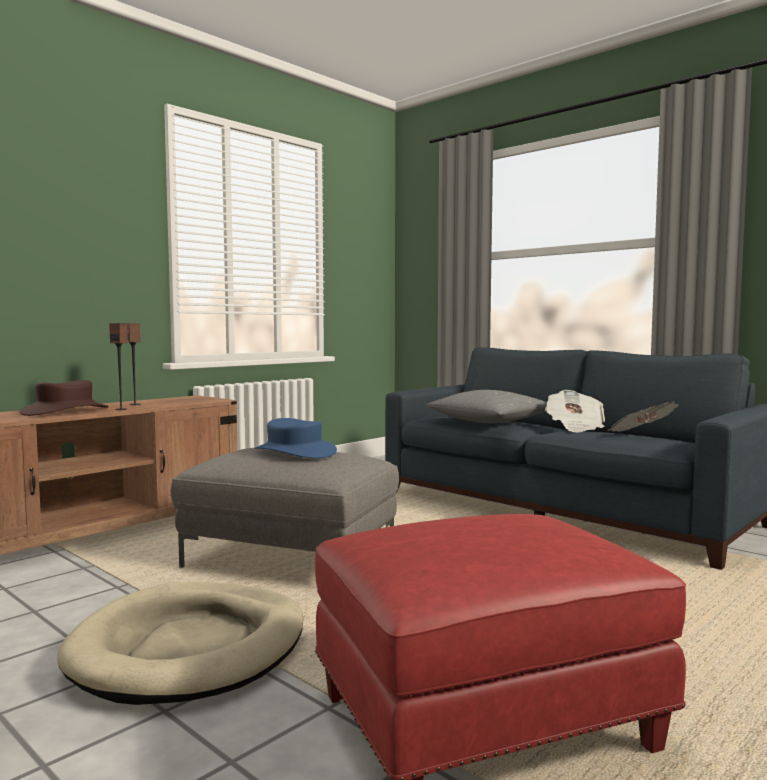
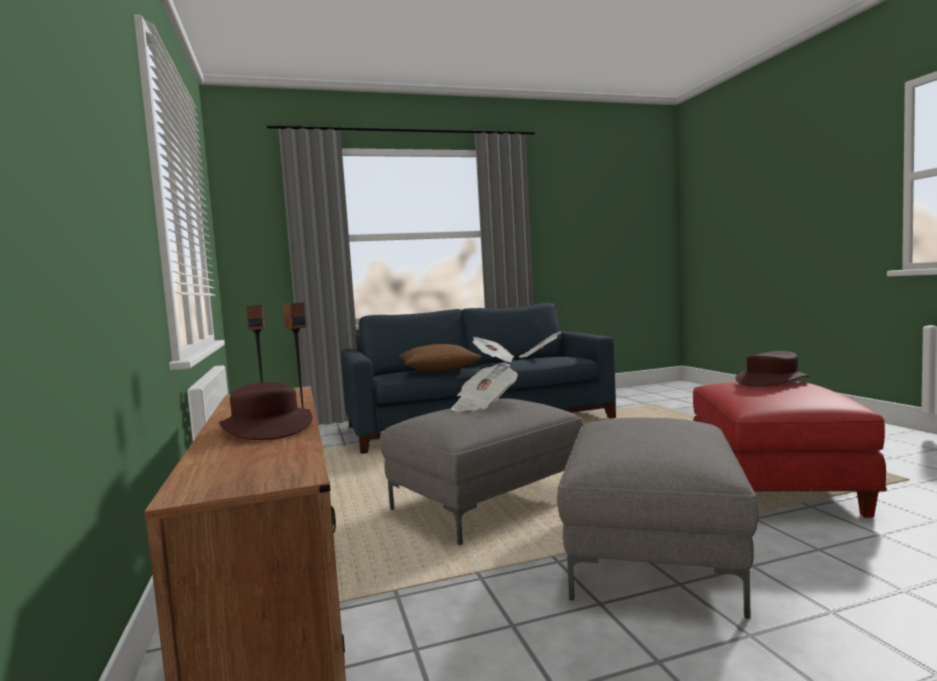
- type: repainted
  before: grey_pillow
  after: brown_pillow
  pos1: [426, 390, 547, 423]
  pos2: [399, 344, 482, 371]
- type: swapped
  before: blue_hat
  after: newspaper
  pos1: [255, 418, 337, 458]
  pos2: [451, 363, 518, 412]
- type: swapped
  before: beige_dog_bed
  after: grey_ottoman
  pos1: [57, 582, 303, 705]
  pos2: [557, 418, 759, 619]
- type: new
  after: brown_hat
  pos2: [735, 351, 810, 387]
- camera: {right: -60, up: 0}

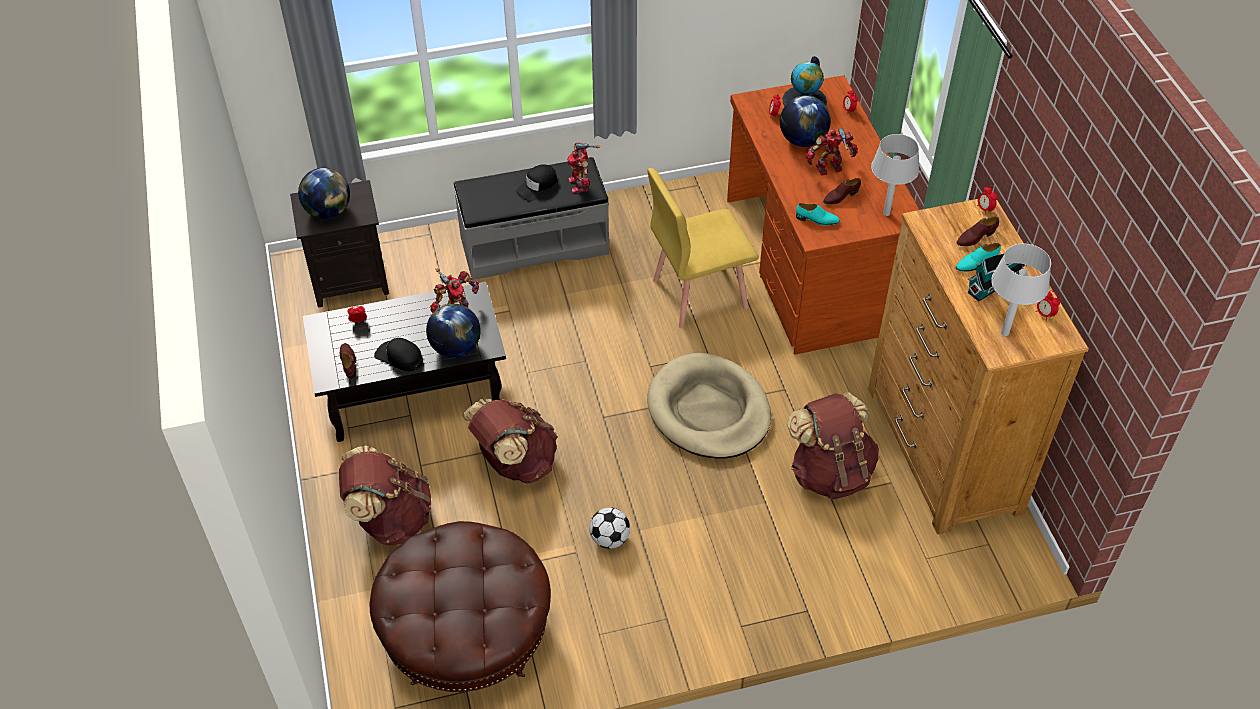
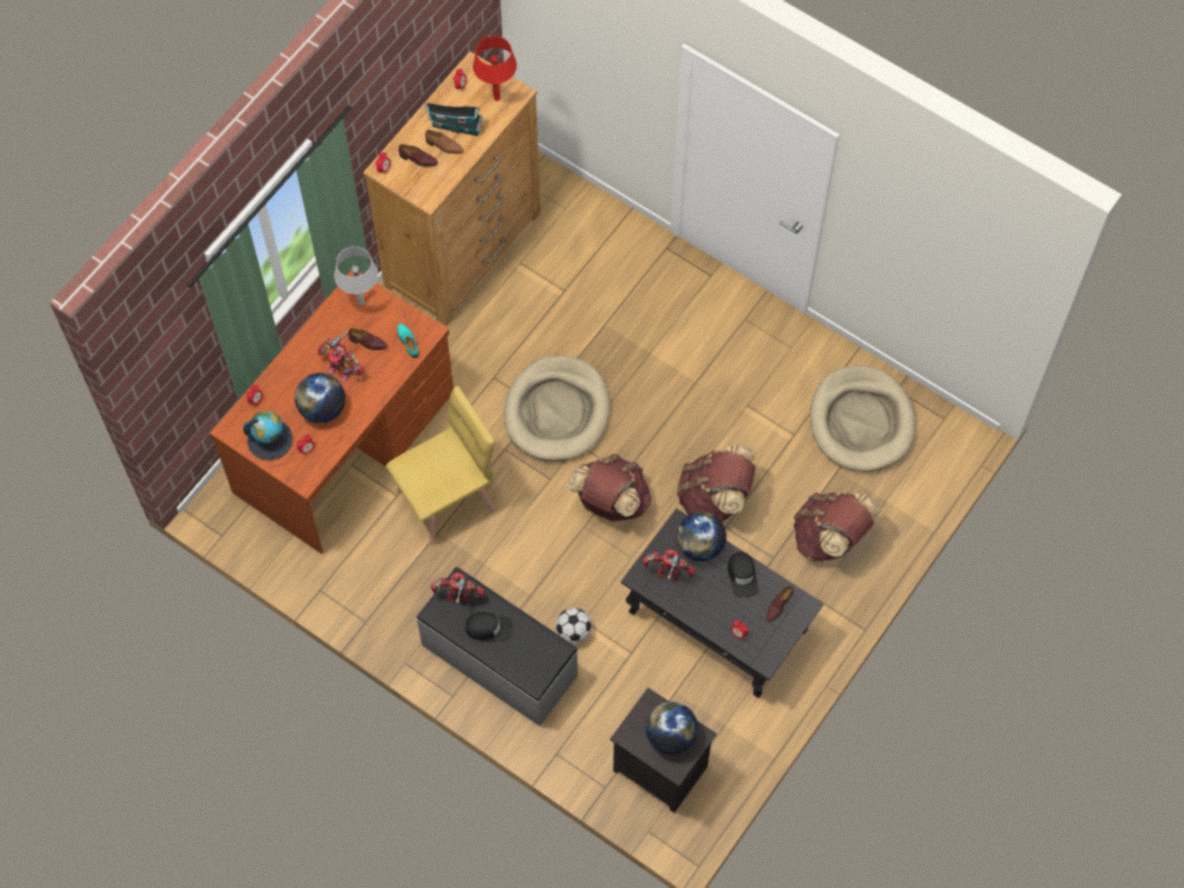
- type: rotated
  before: toy_robot
  pos1: [568, 142, 600, 193]
  pos2: [430, 573, 485, 604]
  turn: -120
- type: rotated
  before: yellow_chair
  pos1: [647, 168, 759, 329]
  pos2: [386, 386, 495, 545]
  turn: -60
- type: repainted
  before: turquoise_shoe
  after: brown_shoe
  pos1: [956, 243, 1001, 272]
  pos2: [425, 130, 463, 154]
- type: repainted
  before: grey_table_lamp
  after: red_table_lamp
  pos1: [991, 243, 1051, 336]
  pos2: [473, 36, 517, 101]
- type: shifted
  before: brown_backpack
  pos1: [788, 392, 879, 499]
  pos2: [567, 454, 652, 521]
- type: shifted
  before: football
  pos1: [589, 507, 630, 549]
  pos2: [556, 608, 592, 644]
- type: swapped
  before: brown_ottoman
  after: beige_dog_bed
  pos1: [369, 521, 551, 692]
  pos2: [810, 365, 916, 472]
- camera: {right: -130, up: 15}

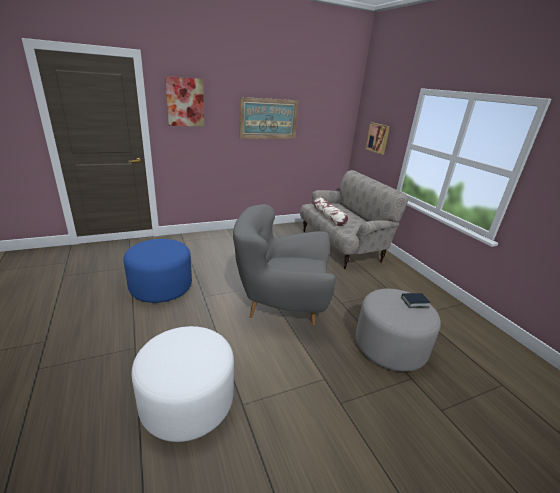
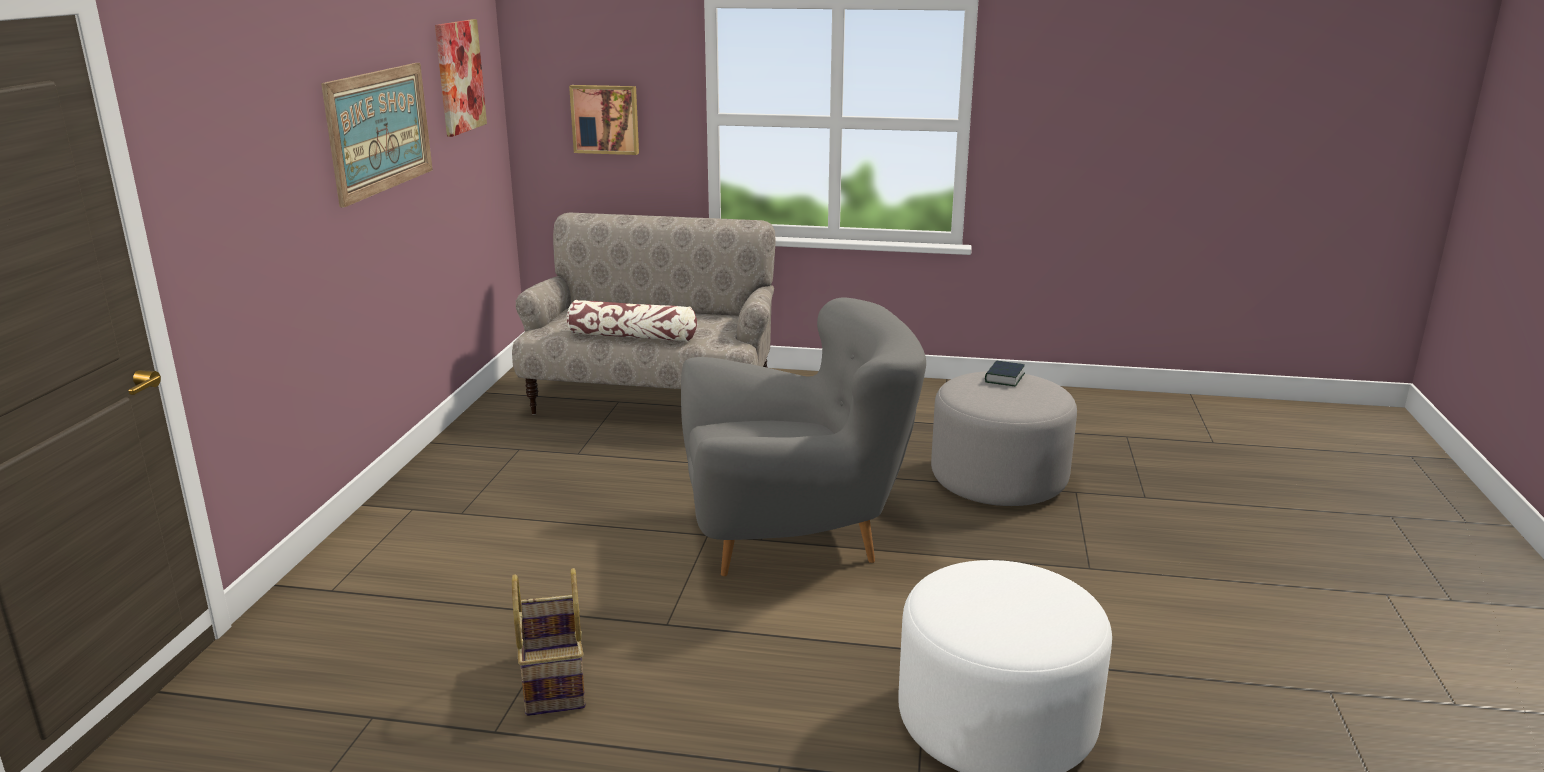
- type: shifted
  before: picture
  pos1: [165, 76, 204, 126]
  pos2: [435, 19, 487, 137]
- type: rotated
  before: grey_armchair
  pos1: [233, 204, 336, 326]
  pos2: [681, 297, 926, 576]
  turn: -135
- type: swapped
  before: blue_ottoman
  after: basket
  pos1: [123, 239, 192, 303]
  pos2: [512, 568, 586, 716]
- camera: {right: -55, up: -5}

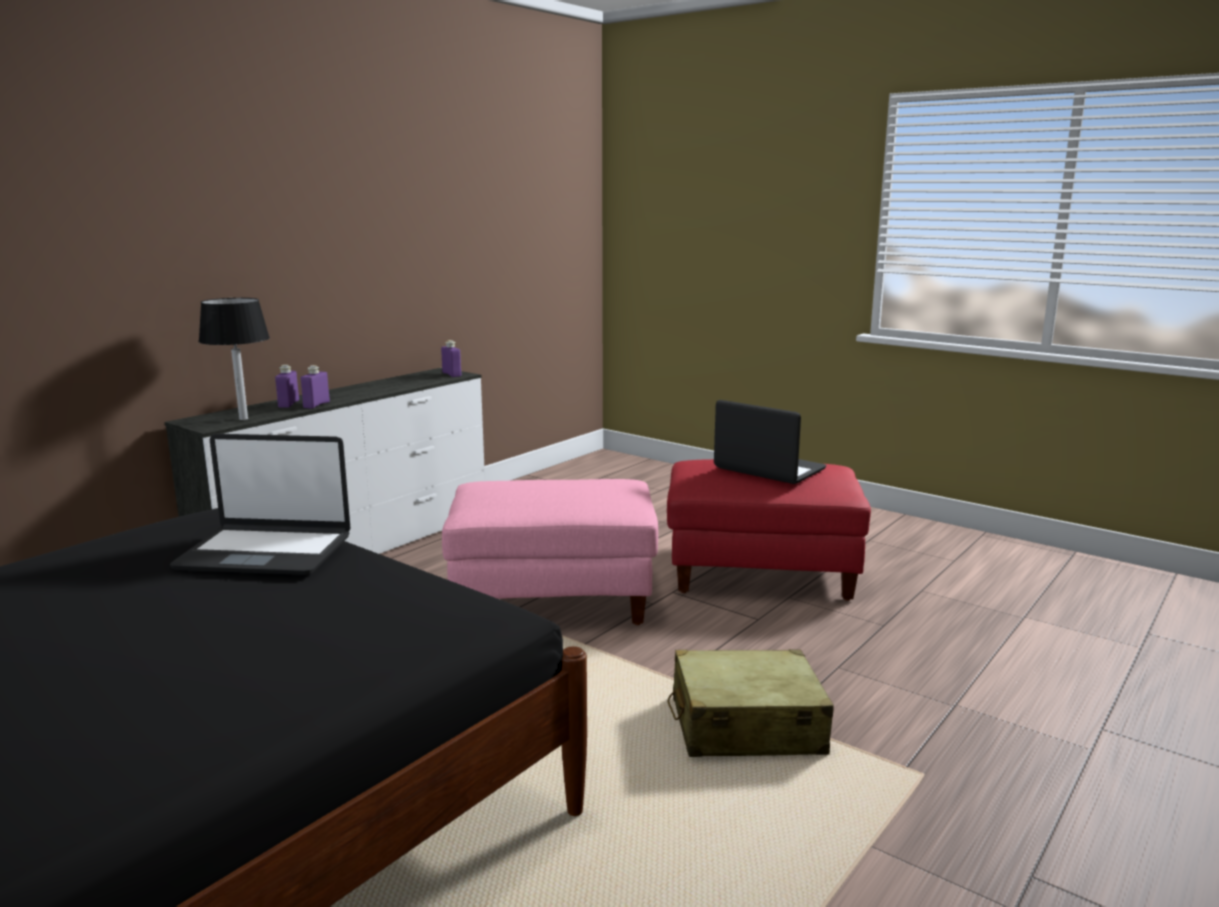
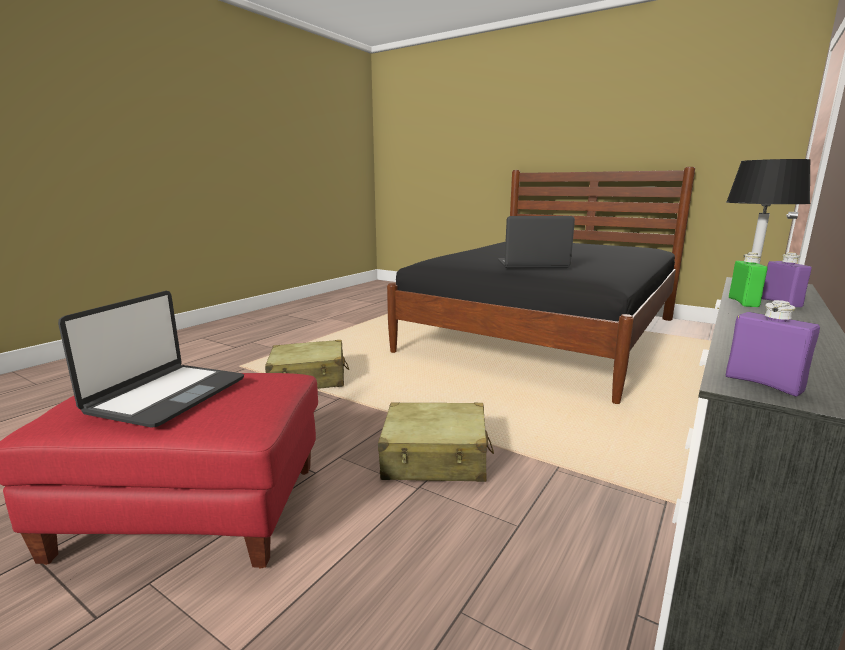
- type: repainted
  before: purple_bottle
  after: green_bottle
  pos1: [301, 365, 330, 409]
  pos2: [729, 252, 768, 307]
- type: rotated
  before: laptop
  pos1: [714, 400, 826, 484]
  pos2: [58, 291, 244, 428]
  turn: -105
- type: swapped
  before: pink_ottoman
  after: beige_suitcase
  pos1: [442, 479, 658, 625]
  pos2: [378, 403, 494, 482]
- camera: {right: 175, up: 0}

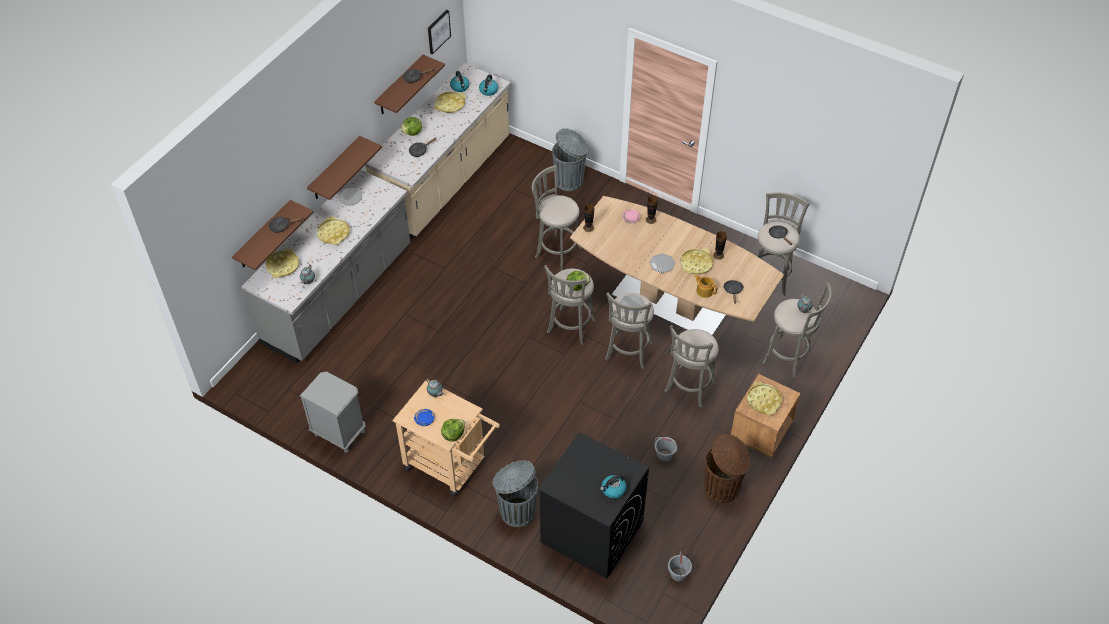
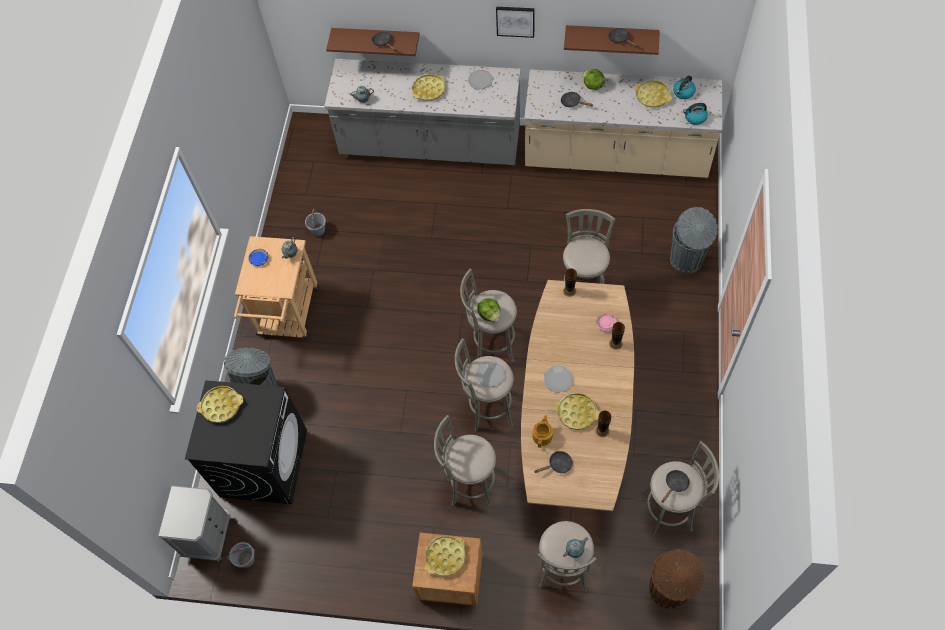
- type: shifted
  before: picture
  pos1: [428, 10, 451, 55]
  pos2: [496, 7, 535, 38]
- type: gone
  before: brown_shelf
  pos1: [307, 136, 382, 200]
- type: shifted
  before: yellow_tray
  pos1: [266, 248, 299, 278]
  pos2: [197, 386, 243, 423]
- type: shifted
  before: grey_nightstand
  pos1: [300, 371, 366, 453]
  pos2: [159, 485, 231, 561]
- type: gone
  before: lettuce
  pos1: [441, 419, 465, 442]
- type: shifted
  before: brown_trash_can
  pos1: [704, 434, 750, 503]
  pos2: [649, 549, 705, 609]
- type: shifted
  before: grey_bucket
  pos1: [654, 437, 678, 462]
  pos2: [305, 209, 326, 237]
- type: gone
  before: kettle
  pos1: [600, 474, 627, 499]
- camera: {right: 70, up: 10}

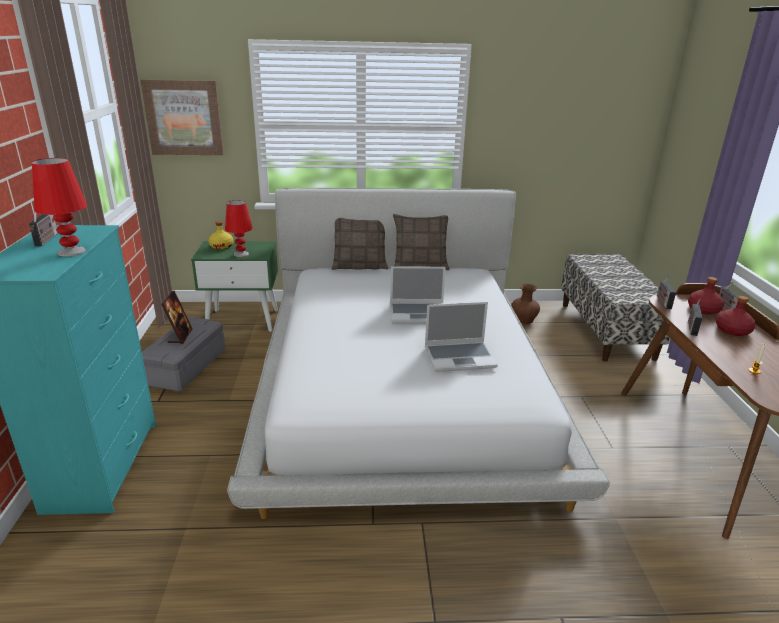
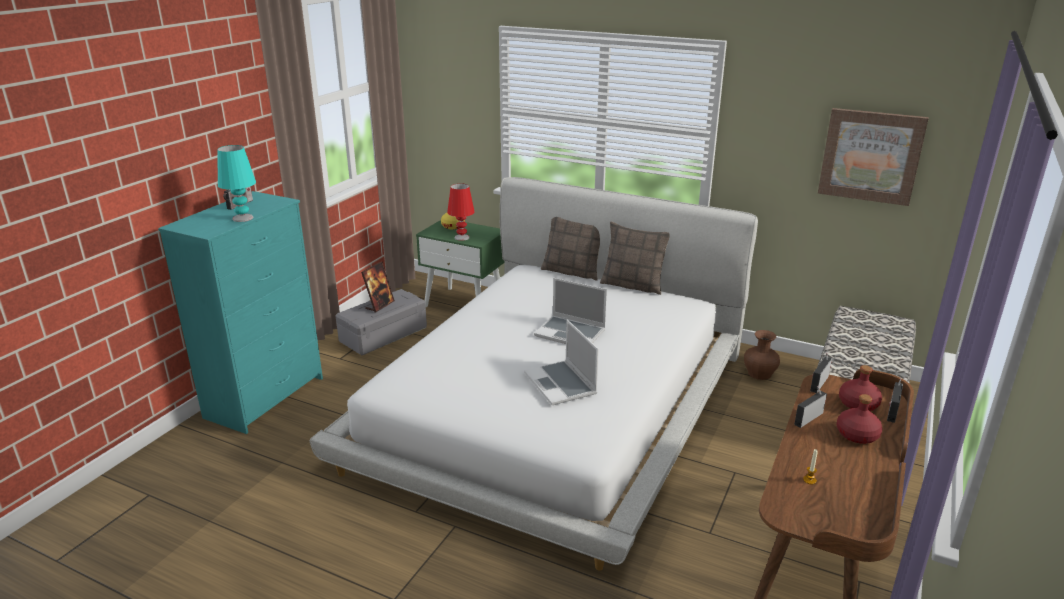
- type: shifted
  before: picture
  pos1: [141, 79, 224, 155]
  pos2: [818, 108, 929, 206]
- type: repainted
  before: red_table_lamp
  after: turquoise_table_lamp
  pos1: [32, 158, 87, 257]
  pos2: [218, 145, 256, 222]
- type: rotated
  before: laptop
  pos1: [425, 302, 498, 372]
  pos2: [524, 320, 599, 405]
  turn: 45
- camera: {right: 30, up: 0}

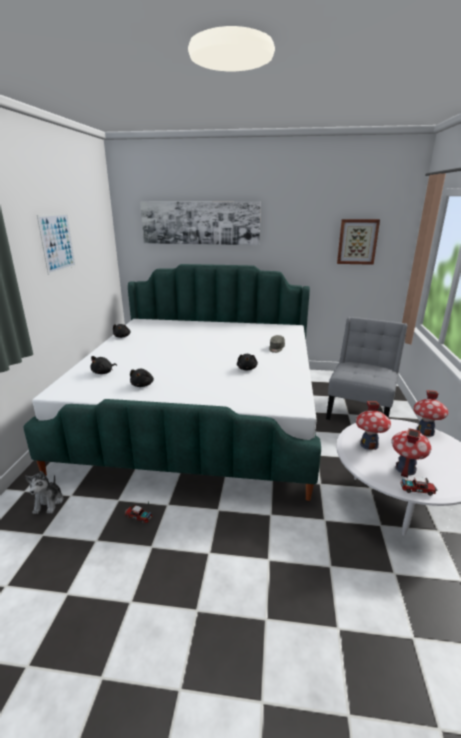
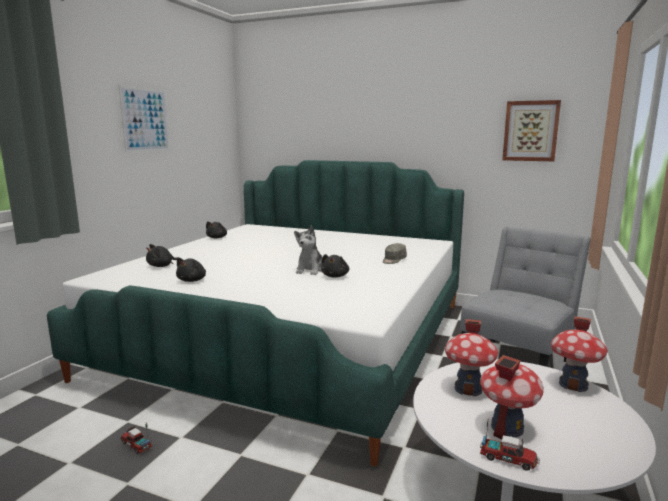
- type: gone
  before: picture
  pos1: [140, 201, 261, 245]
- type: shifted
  before: plush_toy
  pos1: [25, 471, 63, 514]
  pos2: [294, 226, 322, 275]
- camera: {right: 15, up: -10}

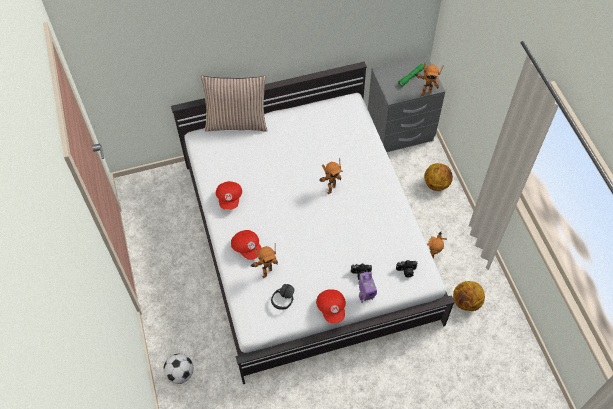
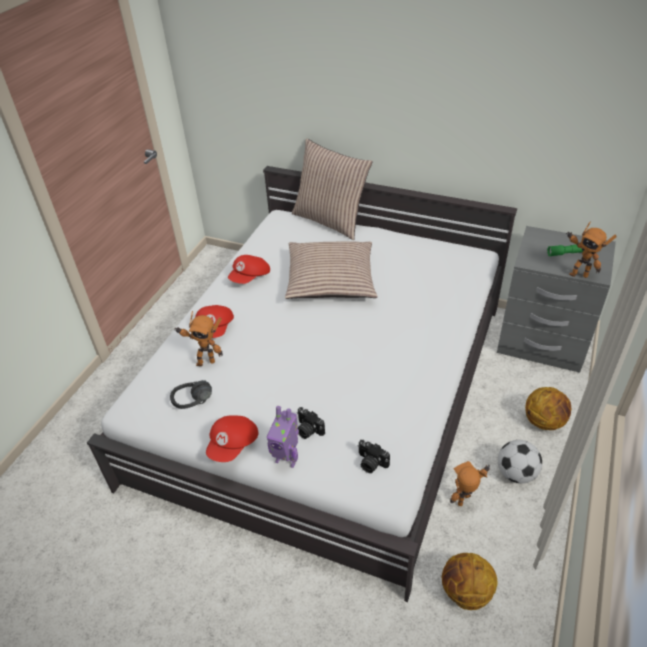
- type: gone
  before: toy_robot
  pos1: [320, 158, 343, 194]
- type: shifted
  before: football
  pos1: [163, 354, 193, 384]
  pos2: [498, 440, 542, 483]
- type: new
  after: pillow
  pos2: [285, 241, 377, 299]
- camera: {right: 40, up: -15}

